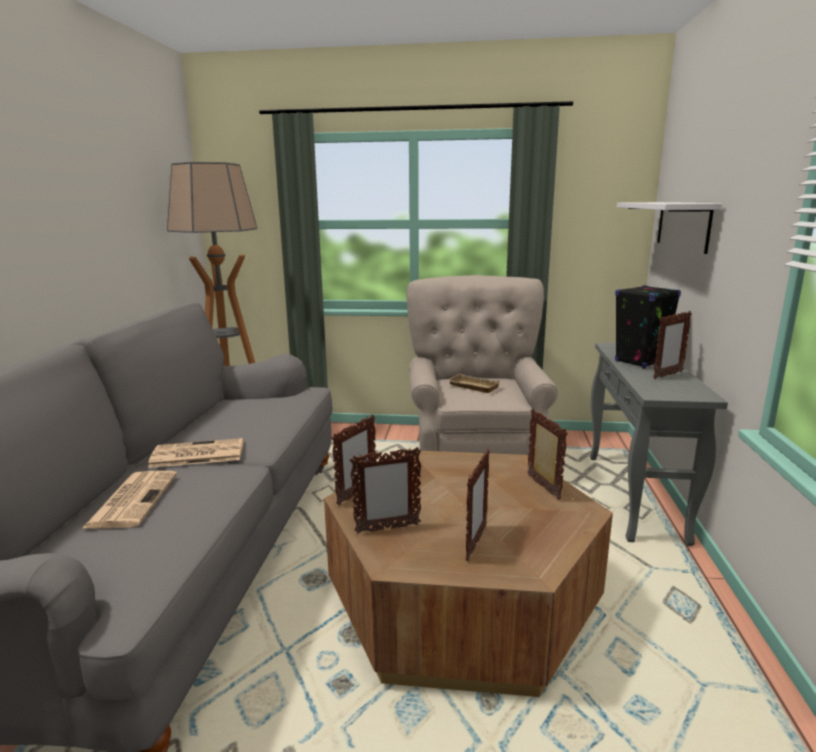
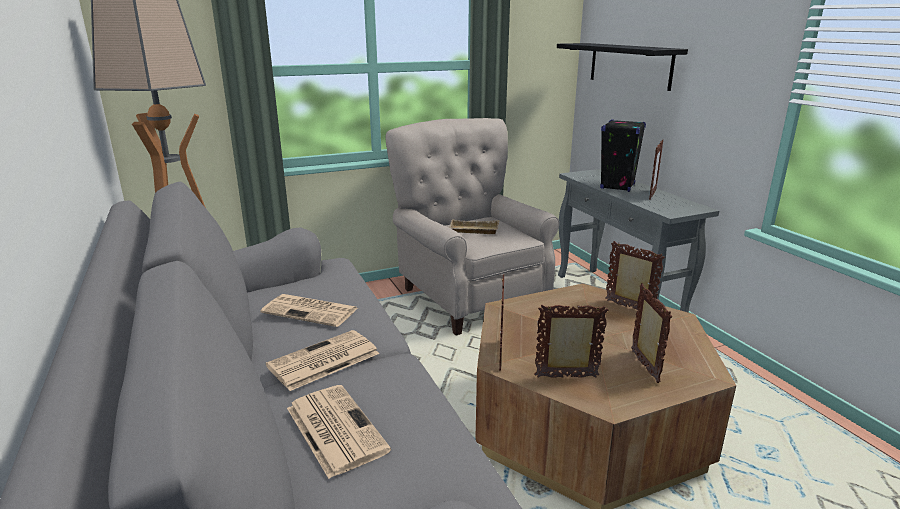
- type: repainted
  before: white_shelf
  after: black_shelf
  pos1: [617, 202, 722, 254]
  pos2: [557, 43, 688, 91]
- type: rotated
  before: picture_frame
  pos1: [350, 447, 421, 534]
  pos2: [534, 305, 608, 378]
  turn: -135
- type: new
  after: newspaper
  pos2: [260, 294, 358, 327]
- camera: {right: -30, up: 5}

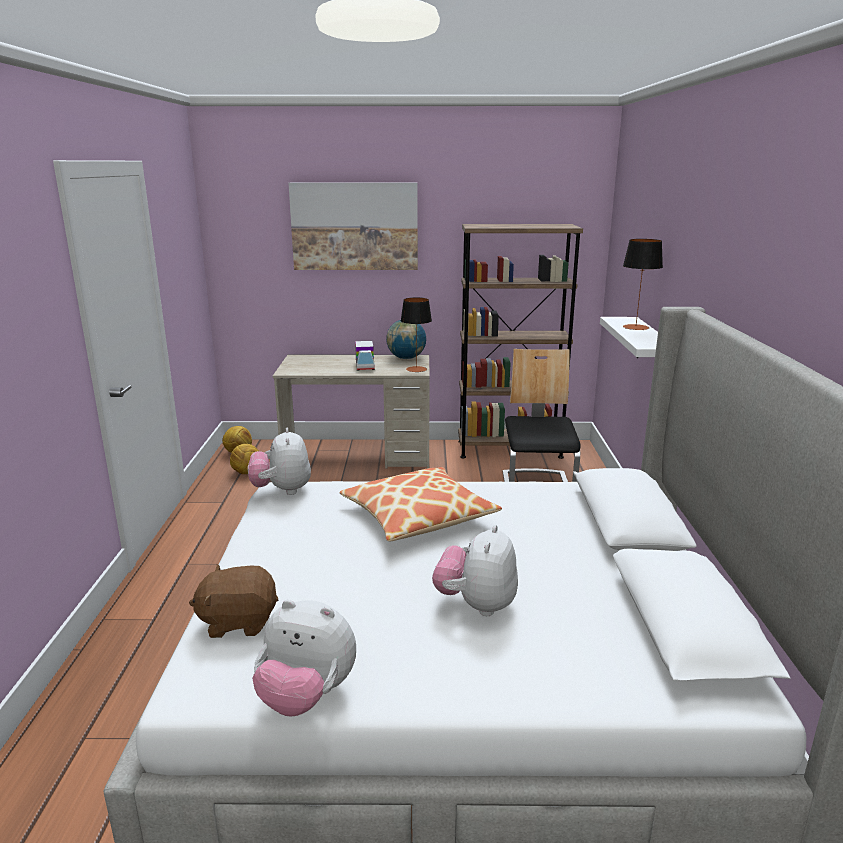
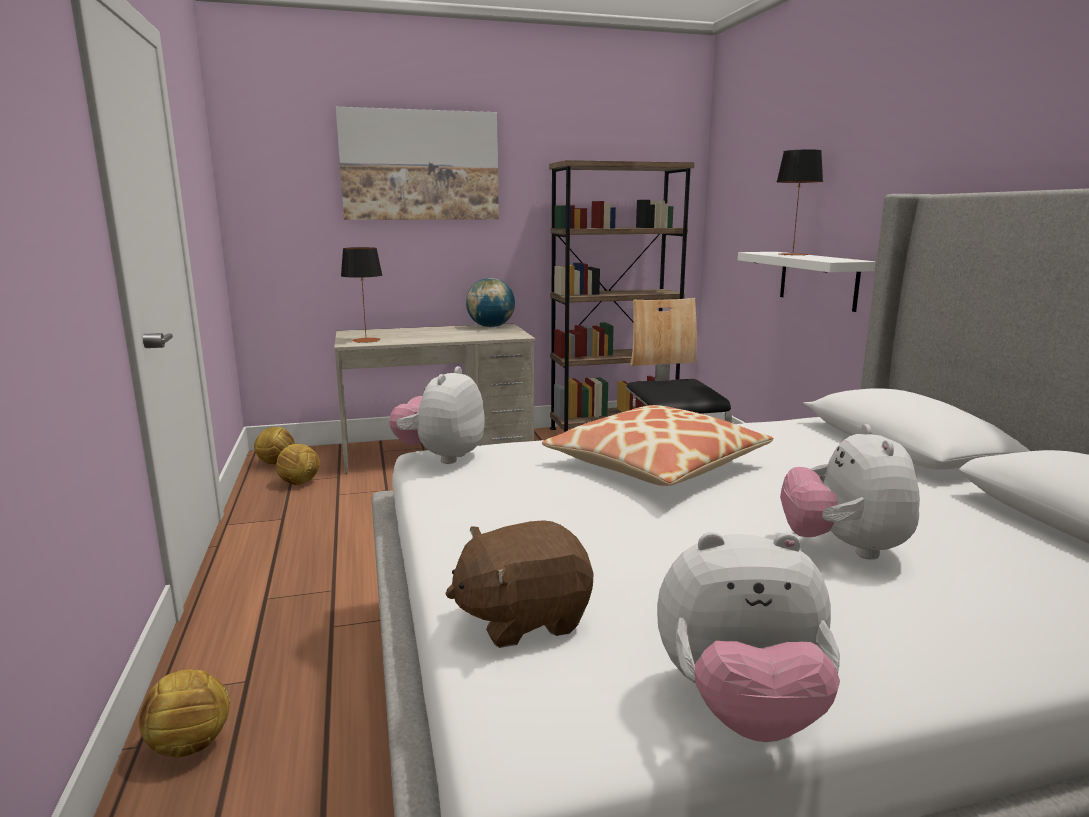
- type: shifted
  before: table_lamp
  pos1: [401, 297, 432, 372]
  pos2: [341, 247, 382, 343]
- type: gone
  before: toy_truck
  pos1: [355, 341, 375, 370]
- type: rotated
  before: plush_toy
  pos1: [248, 428, 311, 495]
  pos2: [389, 366, 485, 464]
  turn: 45
- type: new
  after: football
  pos2: [139, 669, 231, 758]
- camera: {right: -15, up: -5}

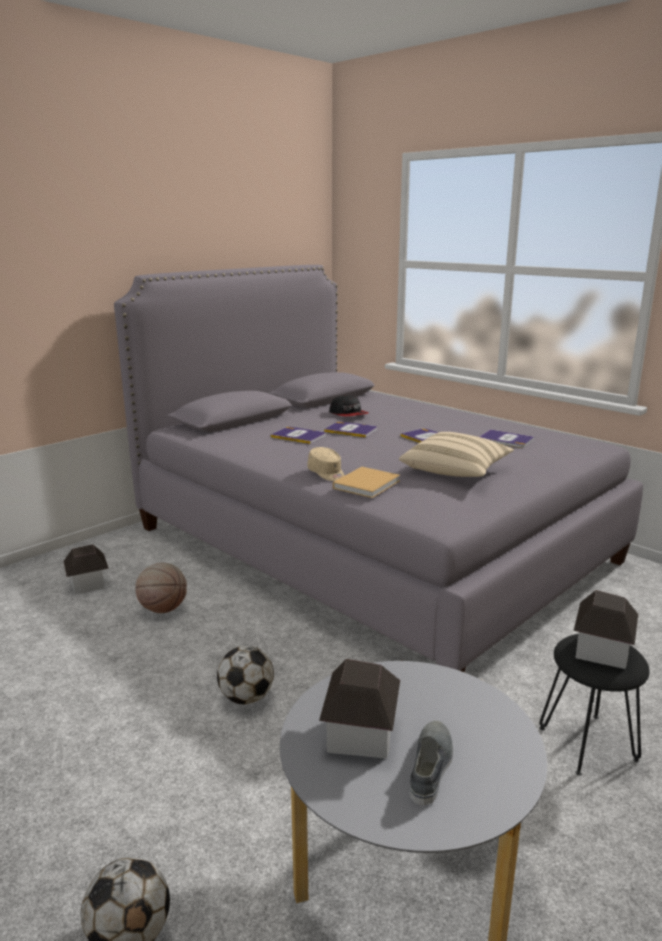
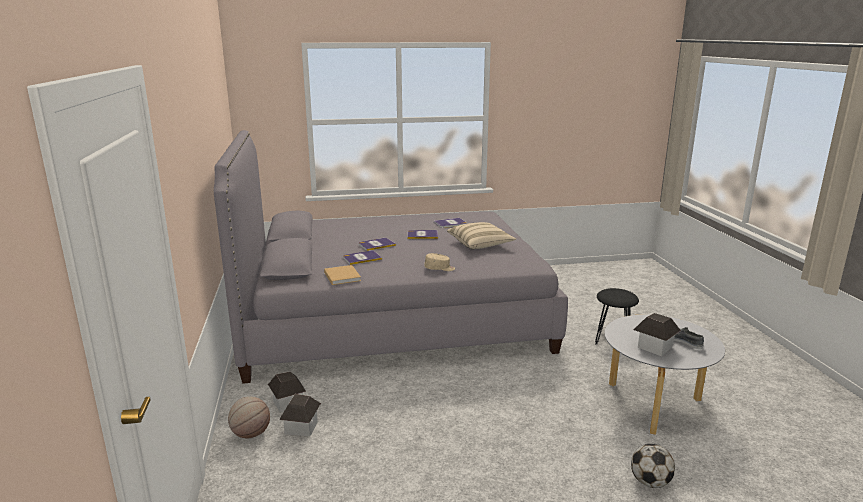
- type: gone
  before: cap
  pos1: [329, 395, 368, 416]
- type: shifted
  before: beige_book
  pos1: [333, 467, 400, 498]
  pos2: [324, 265, 361, 285]
- type: shifted
  before: basketball
  pos1: [135, 562, 187, 613]
  pos2: [228, 396, 270, 438]
- type: shifted
  before: toy_house
  pos1: [574, 590, 638, 669]
  pos2: [268, 371, 306, 413]
- type: gone
  before: football
  pos1: [217, 646, 274, 705]
- camera: {right: -55, up: 0}

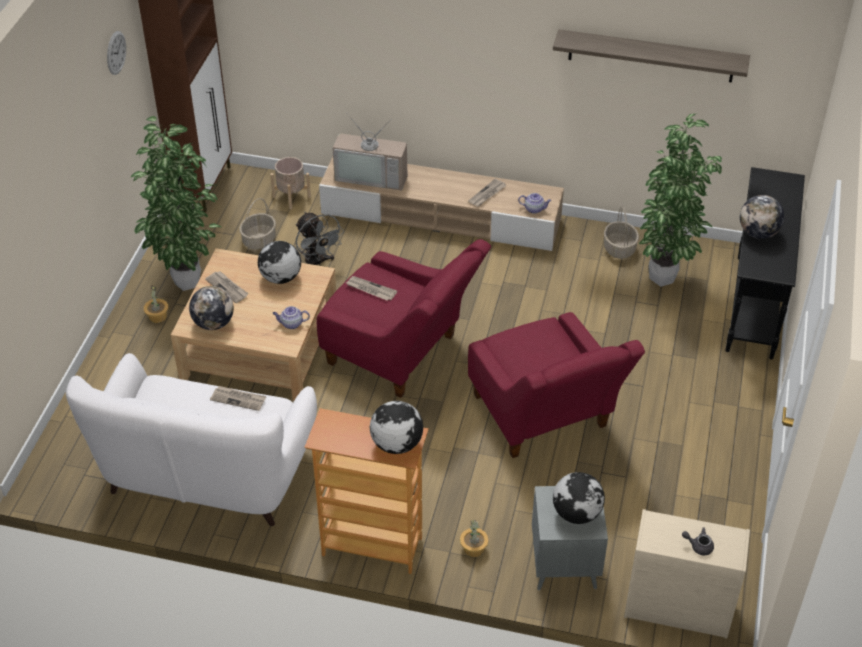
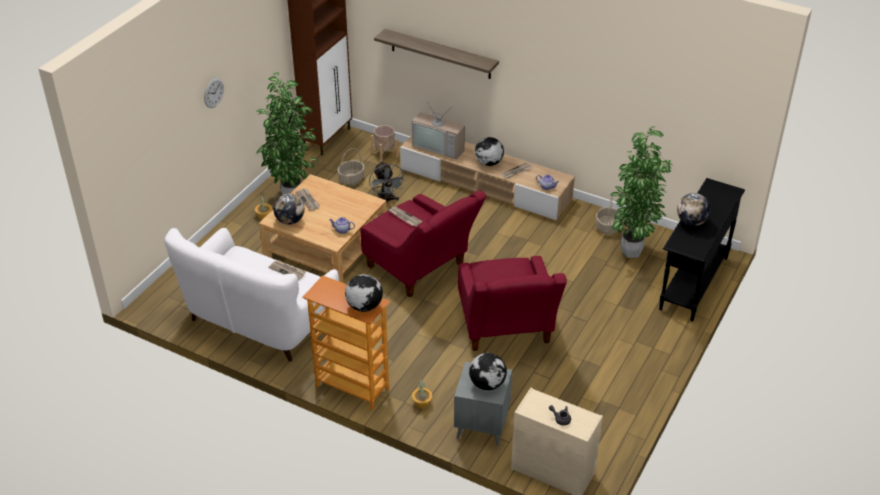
- type: shifted
  before: shelf
  pos1: [553, 29, 750, 83]
  pos2: [374, 29, 499, 79]
- type: shifted
  before: wall_clock
  pos1: [107, 31, 126, 75]
  pos2: [204, 78, 224, 108]
- type: shifted
  before: globe
  pos1: [258, 241, 301, 284]
  pos2: [475, 137, 504, 166]
- camera: {right: 15, up: -5}

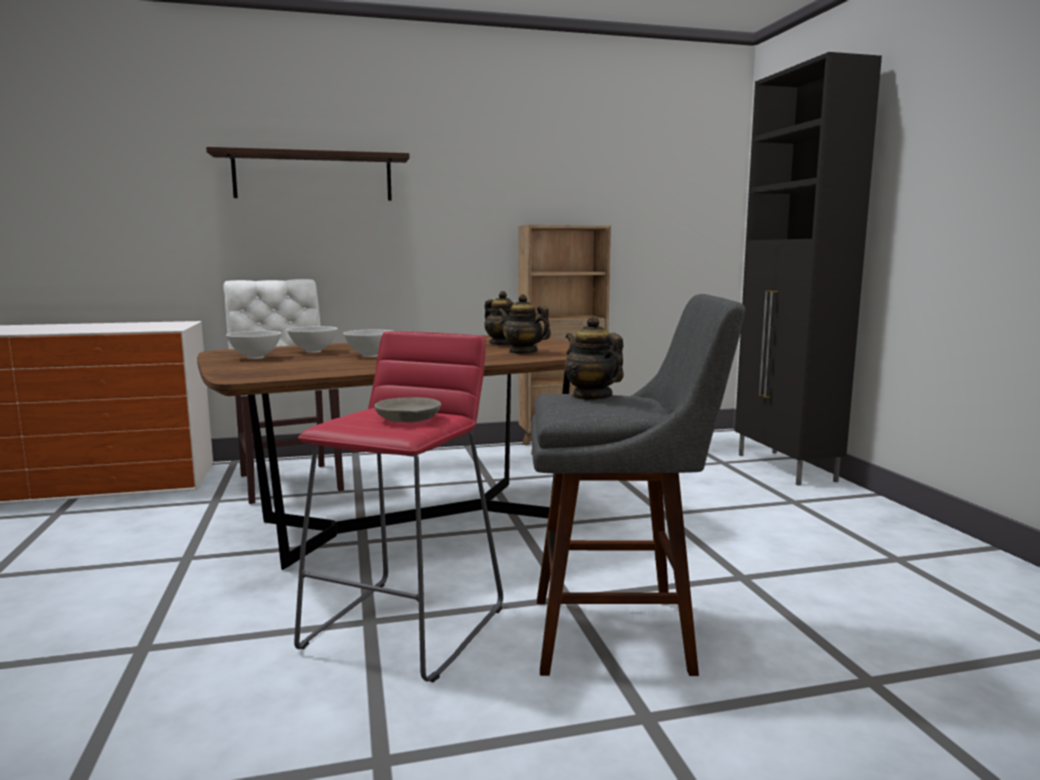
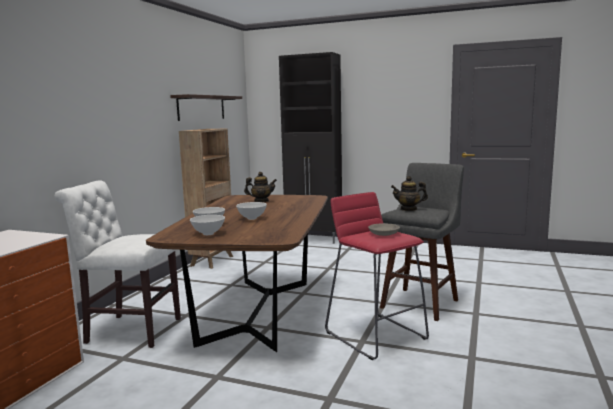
- type: shifted
  before: shelf
  pos1: [206, 147, 409, 201]
  pos2: [170, 94, 242, 121]
- type: gone
  before: teapot
  pos1: [497, 294, 551, 354]
- camera: {right: -55, up: 0}

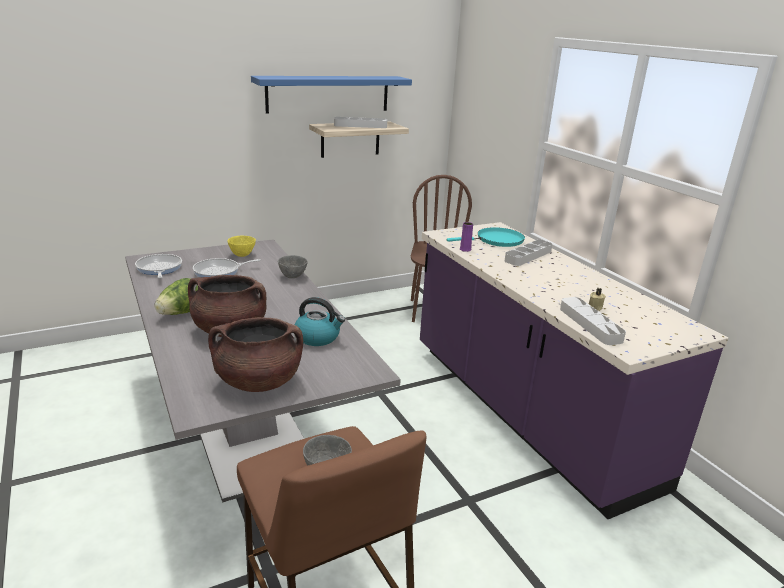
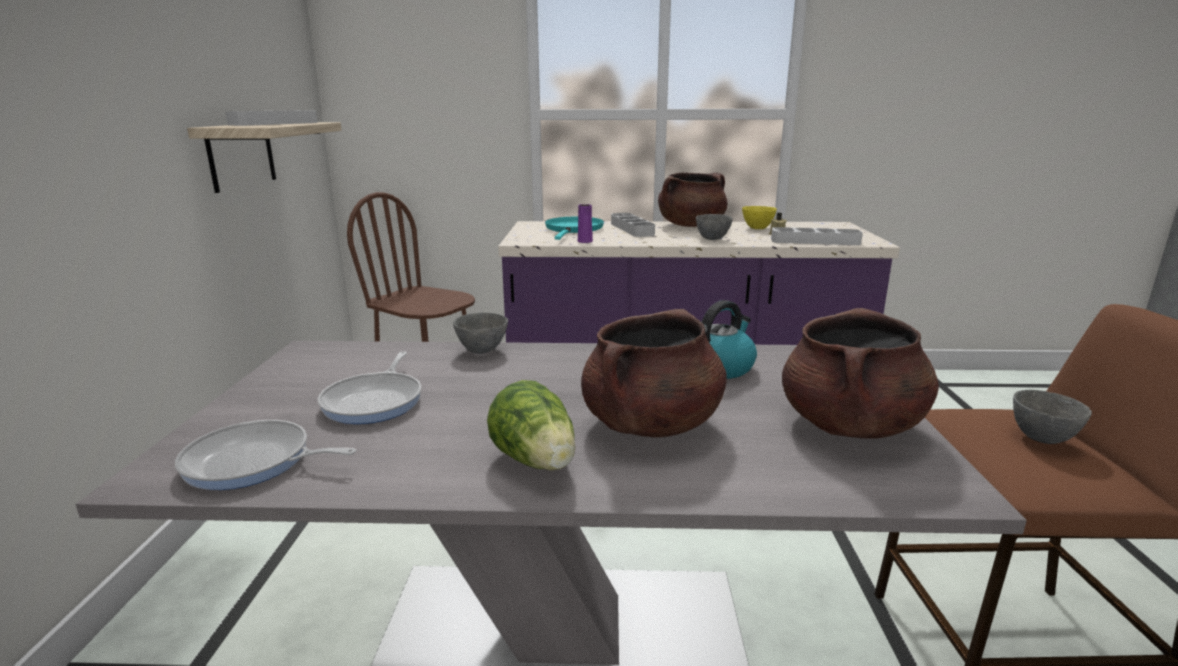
- type: gone
  before: blue_shelf
  pos1: [251, 76, 412, 114]
- type: shifted
  before: yellow_bowl
  pos1: [228, 236, 256, 257]
  pos2: [742, 206, 777, 229]
- type: new
  after: brown_cooking_pot
  pos2: [658, 172, 727, 227]
- type: new
  after: grey_bowl
  pos2: [696, 214, 733, 240]
- camera: {right: -60, up: -5}

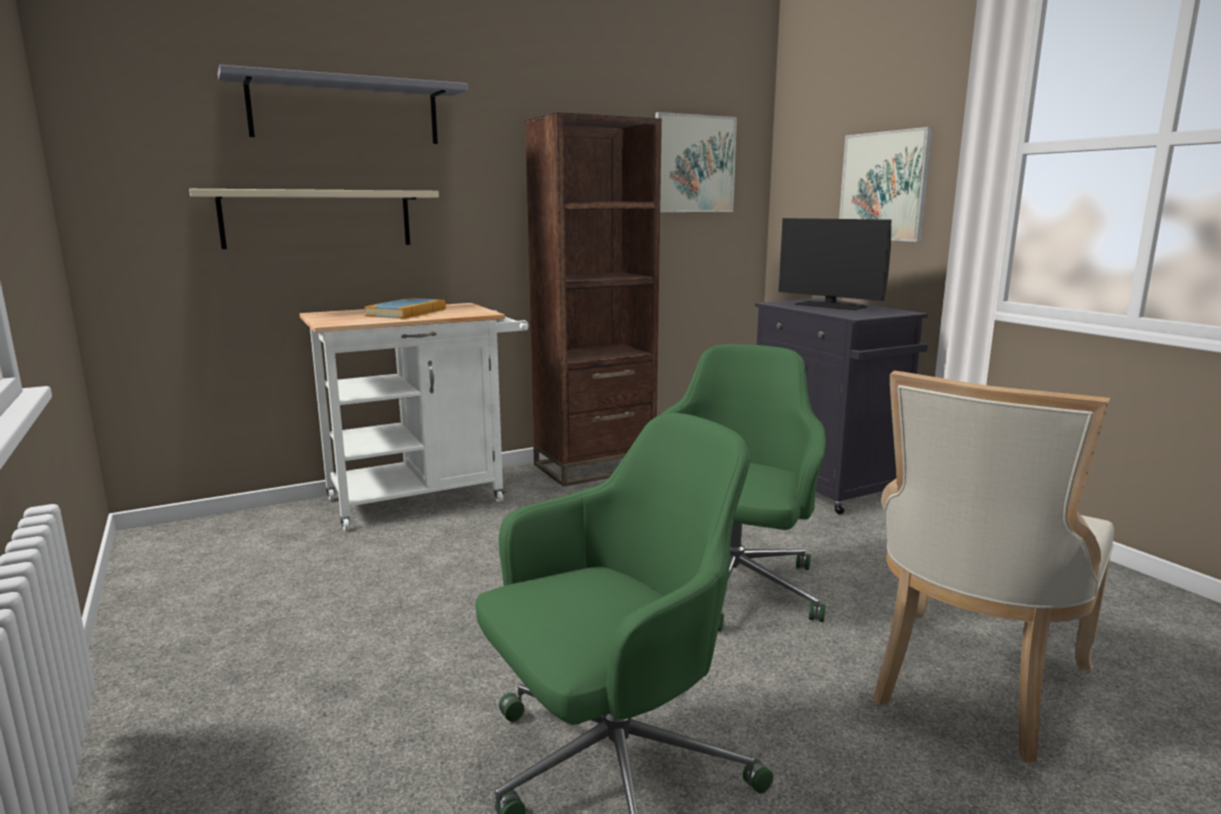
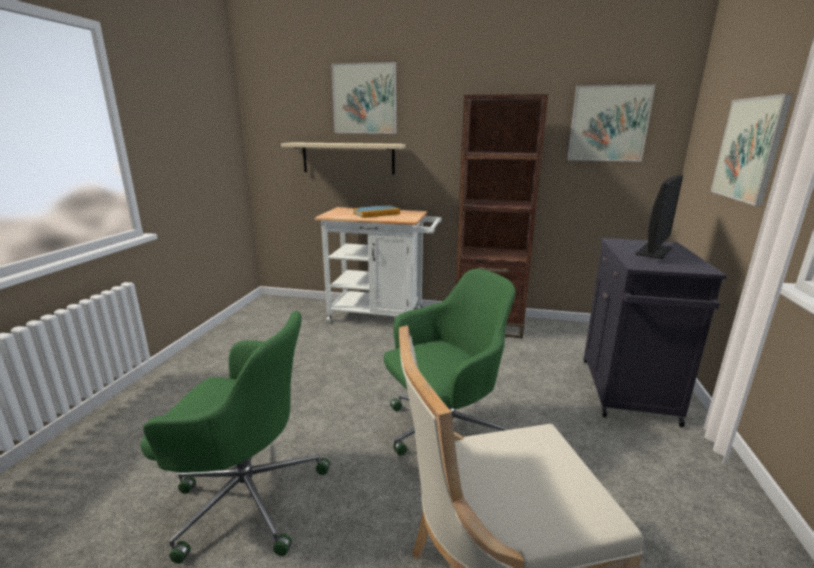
- type: swapped
  before: grey_shelf
  after: picture
  pos1: [218, 65, 468, 144]
  pos2: [331, 62, 397, 134]
- type: rotated
  before: monitor
  pos1: [778, 218, 891, 310]
  pos2: [635, 175, 683, 259]
  turn: -135
- camera: {right: 40, up: 5}

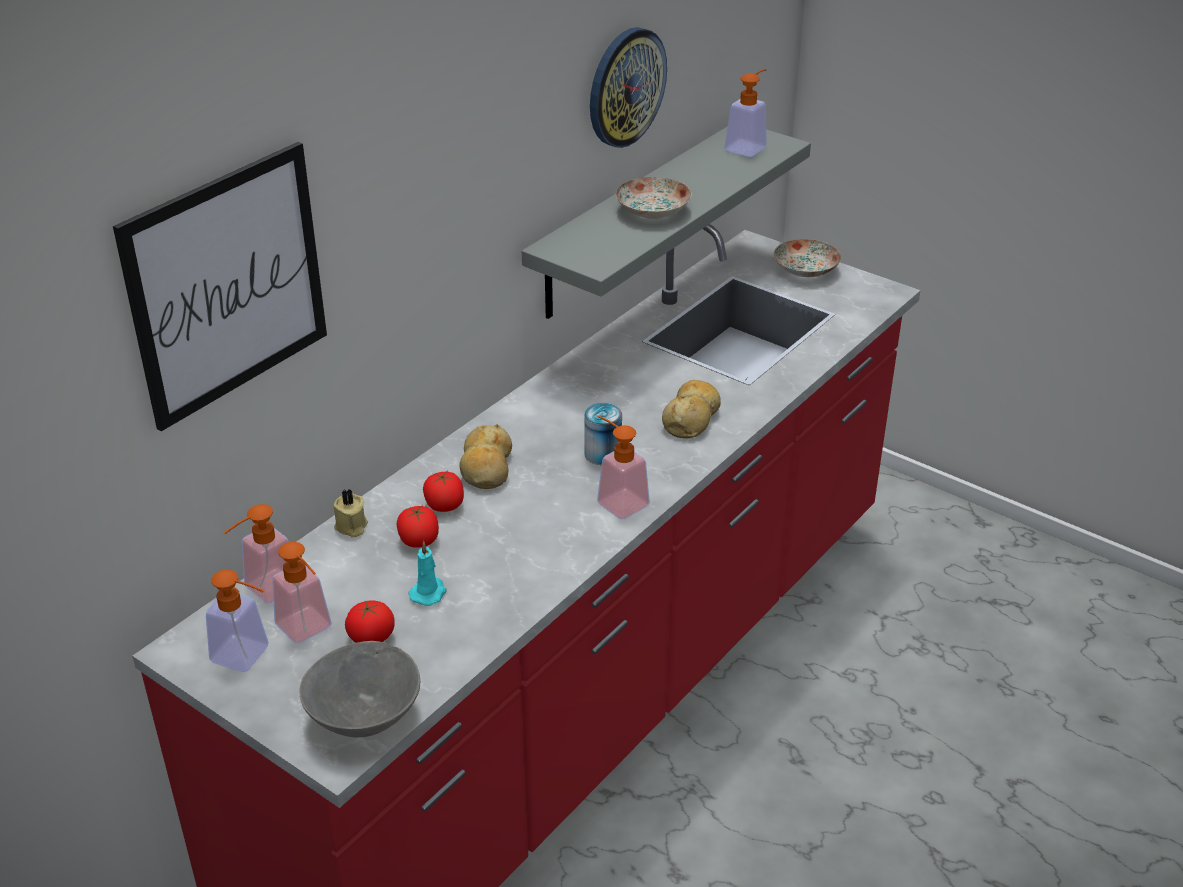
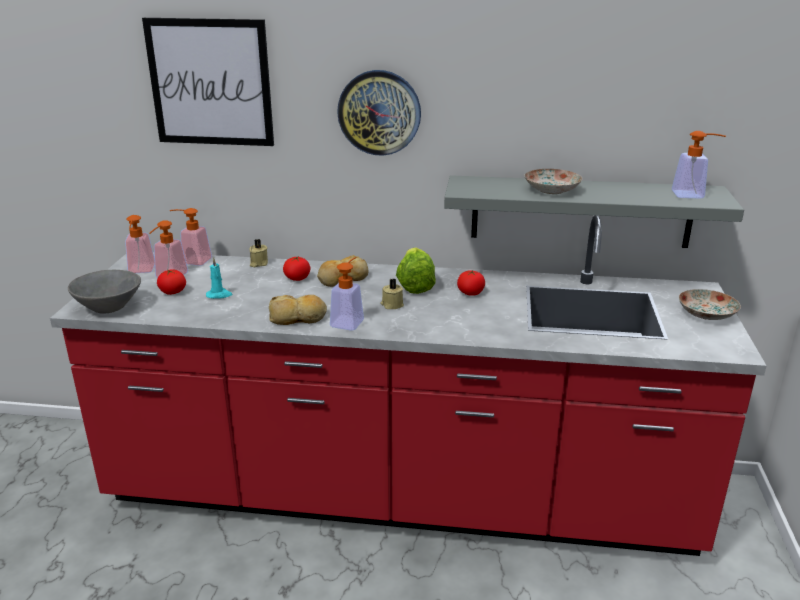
- type: shifted
  before: wall_clock
  pos1: [590, 27, 667, 148]
  pos2: [337, 70, 421, 156]
- type: shifted
  before: bread
  pos1: [662, 380, 721, 438]
  pos2: [269, 295, 327, 325]
- type: swapped
  before: can
  after: beige_candle
  pos1: [584, 403, 622, 465]
  pos2: [381, 279, 404, 309]
- type: shifted
  before: tomato
  pos1: [397, 506, 439, 548]
  pos2: [457, 270, 485, 296]
- type: new
  after: lettuce
  pos2: [396, 247, 436, 294]
- camera: {right: 60, up: -10}

